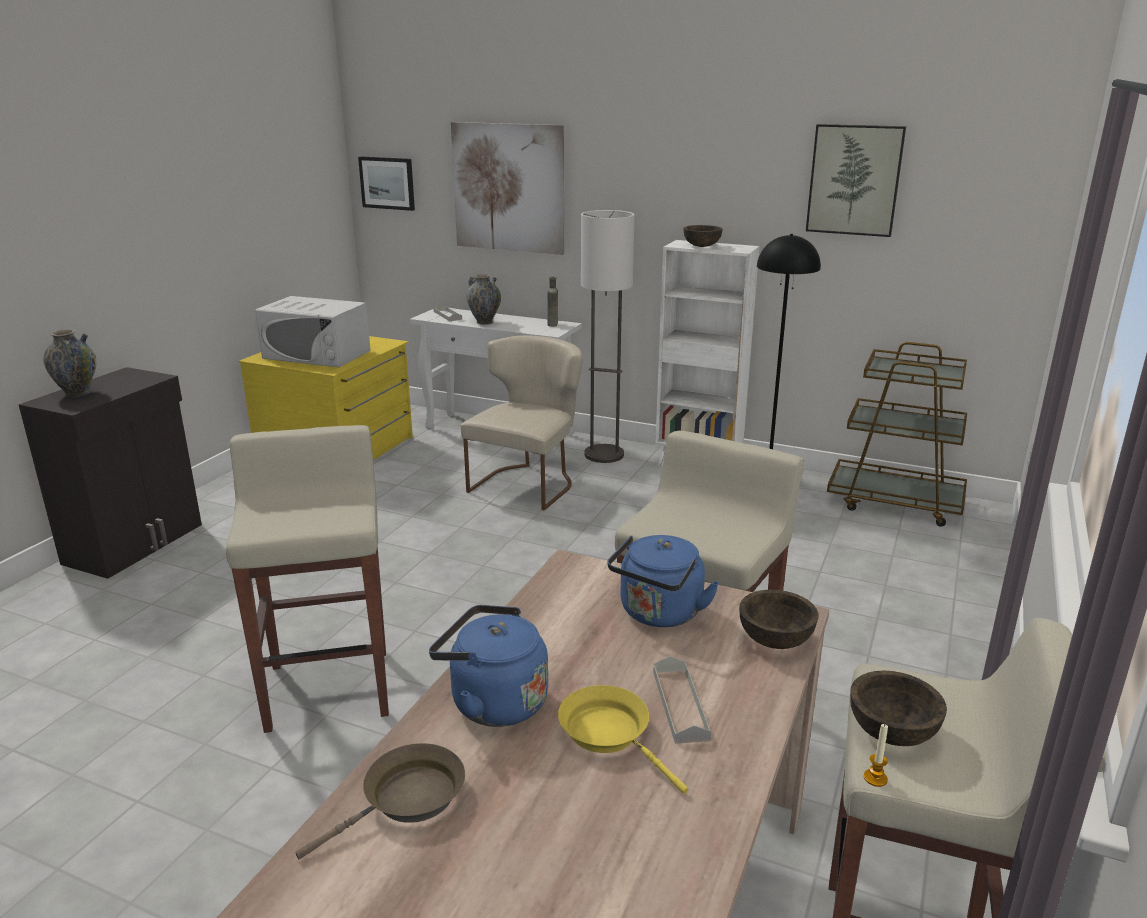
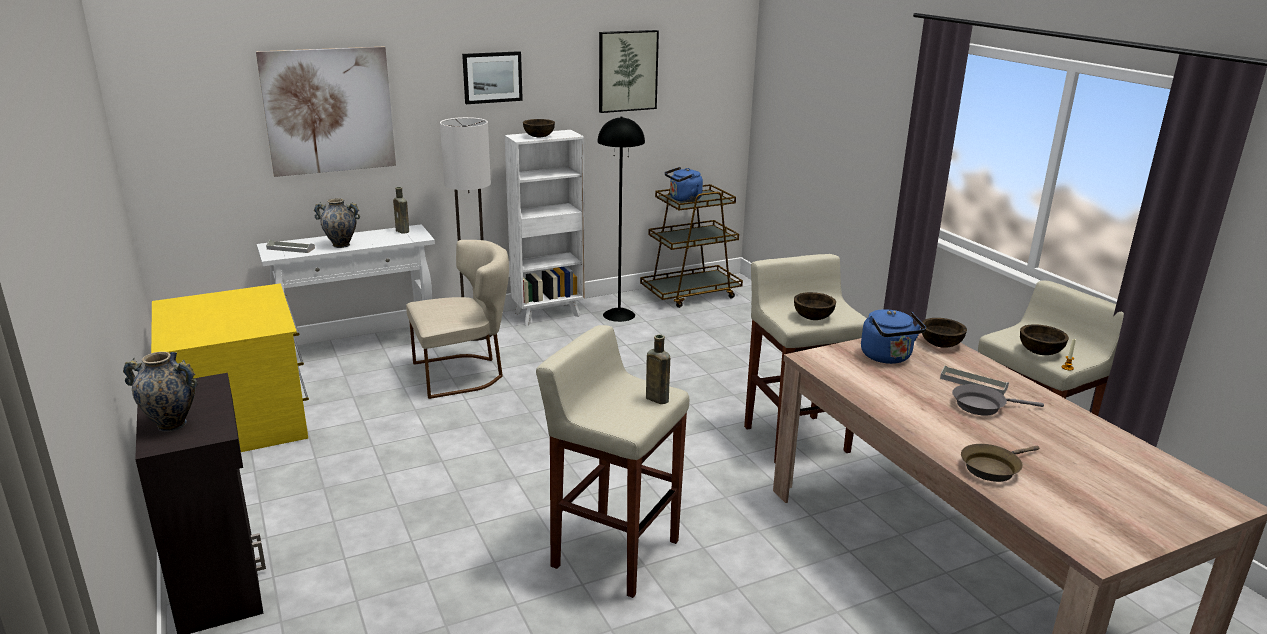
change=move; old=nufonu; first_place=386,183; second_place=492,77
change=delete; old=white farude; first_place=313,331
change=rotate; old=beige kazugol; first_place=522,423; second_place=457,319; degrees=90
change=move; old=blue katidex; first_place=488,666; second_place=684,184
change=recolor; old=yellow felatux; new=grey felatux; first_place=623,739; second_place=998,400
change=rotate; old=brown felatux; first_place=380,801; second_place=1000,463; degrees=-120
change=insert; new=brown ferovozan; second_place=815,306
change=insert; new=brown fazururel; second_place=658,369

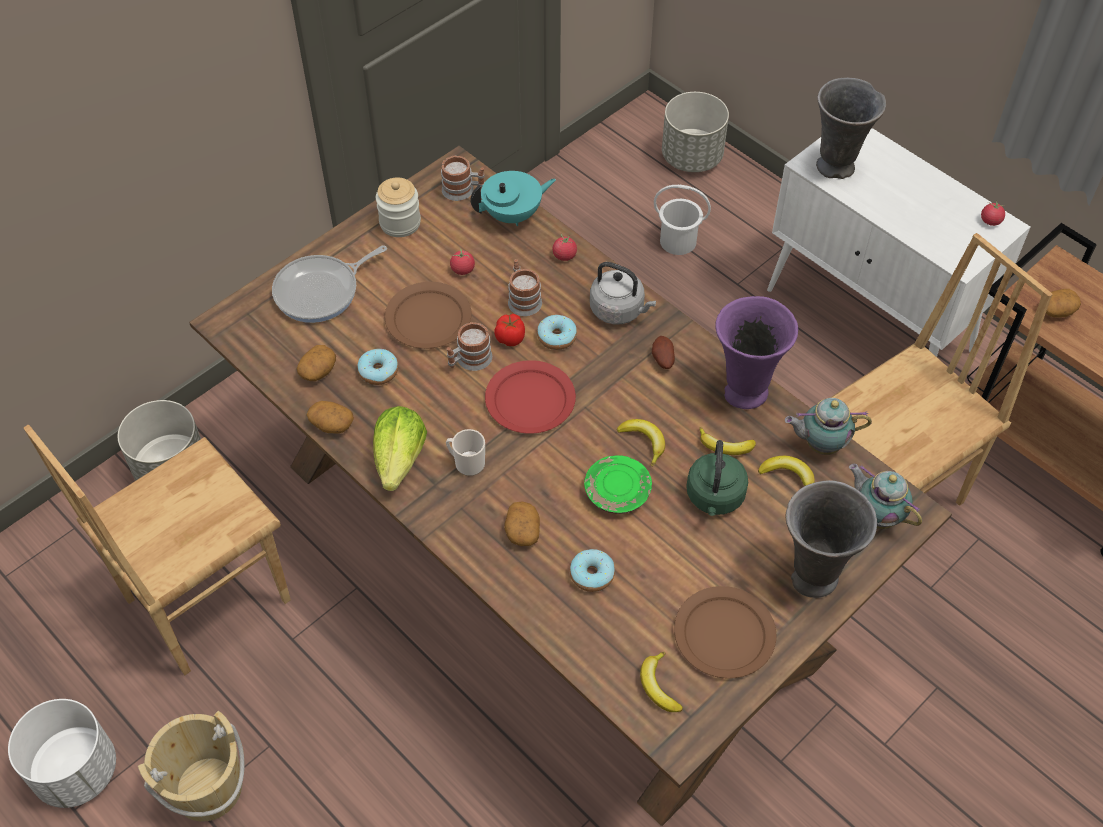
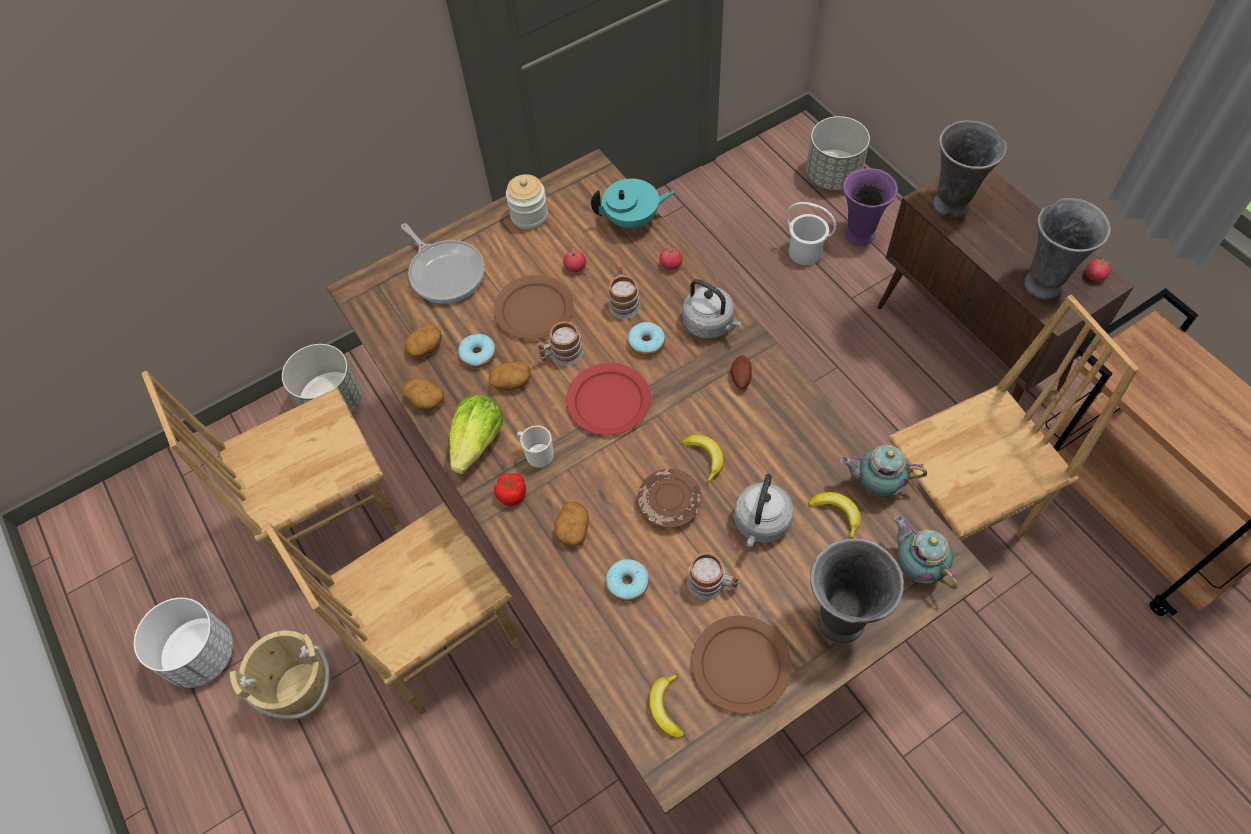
change=recolor; old=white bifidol; new=brown bifidol; first_place=898,242; second_place=1005,286
change=move; old=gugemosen; first_place=463,178; second_place=713,576
change=rotate; old=felatux; first_place=329,284; second_place=443,263; degrees=-105
change=move; old=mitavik; first_place=1063,303; second_place=510,375
change=move; old=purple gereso; first_place=756,352; second_place=870,207
change=move; old=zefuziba; first_place=509,330; second_place=510,489
change=delete; old=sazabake; first_place=727,441
change=recolor; old=green katidex; new=grey katidex; first_place=717,478; second_place=764,510
change=recolor; old=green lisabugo; new=brown lisabugo; first_place=618,484; second_place=670,498
change=insert; new=grey gereso; second_place=1067,249
change=insert; new=brown kazugol; second_place=391,609

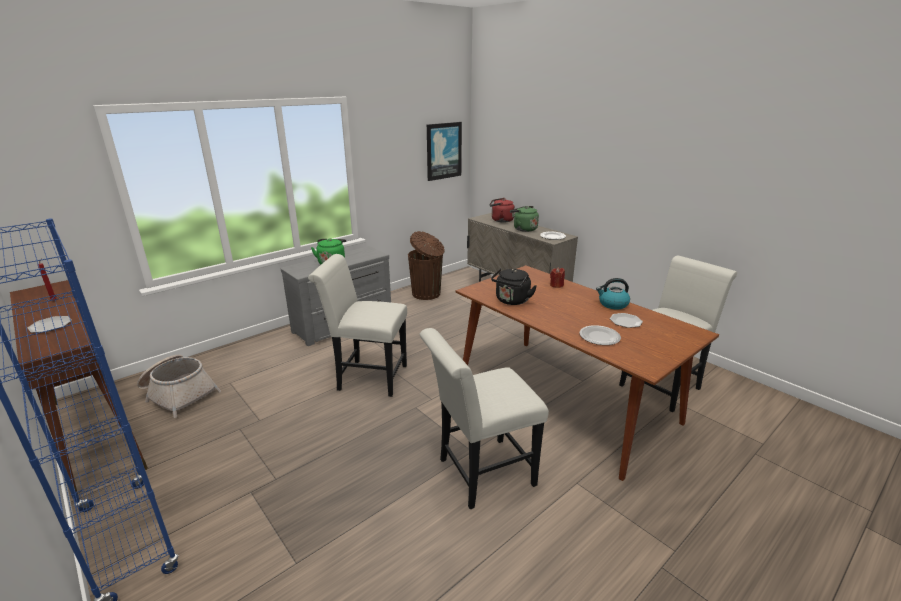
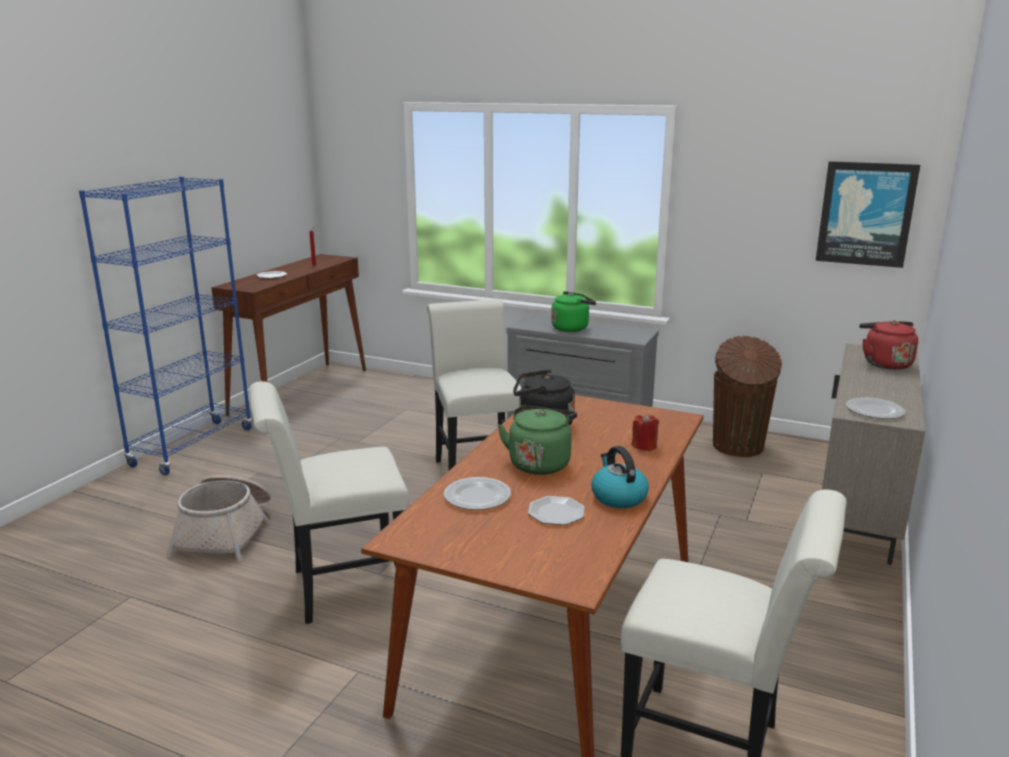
change=move; old=green katidex; first_place=524,219; second_place=537,440
change=rotate; old=white kazugol; first_place=484,418; second_place=329,502; degrees=-60
change=move; old=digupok; first_place=179,386; second_place=219,518

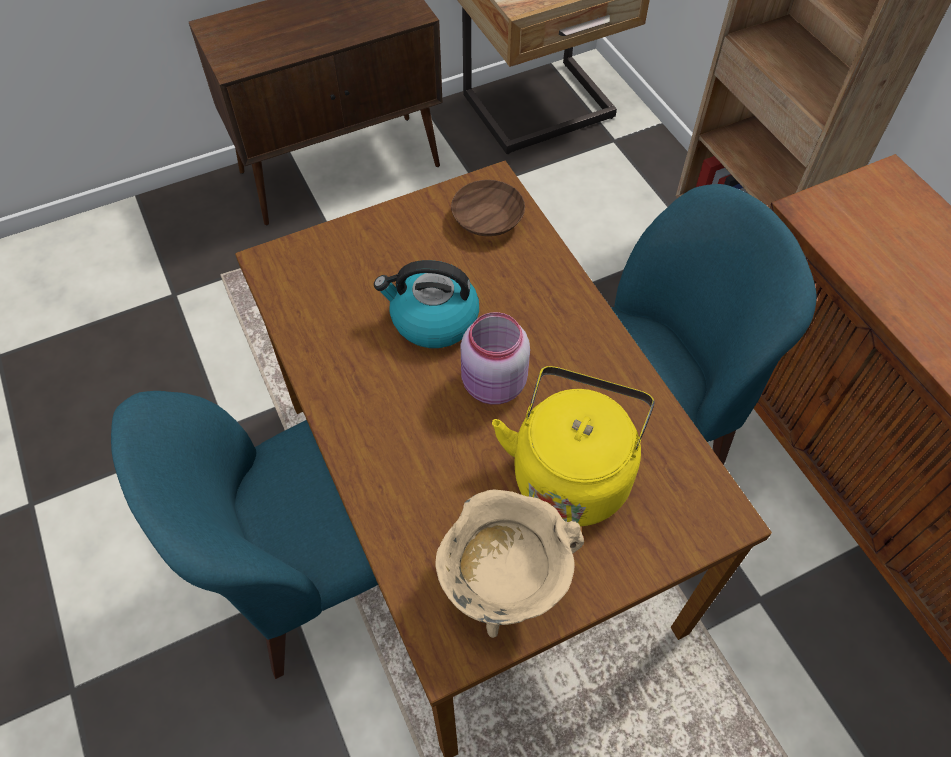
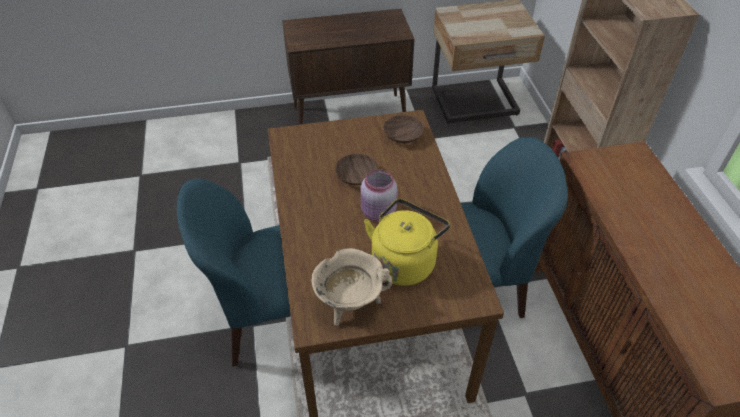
change=replace; old=katidex; new=brown ferovozan; first_place=426,304; second_place=356,169

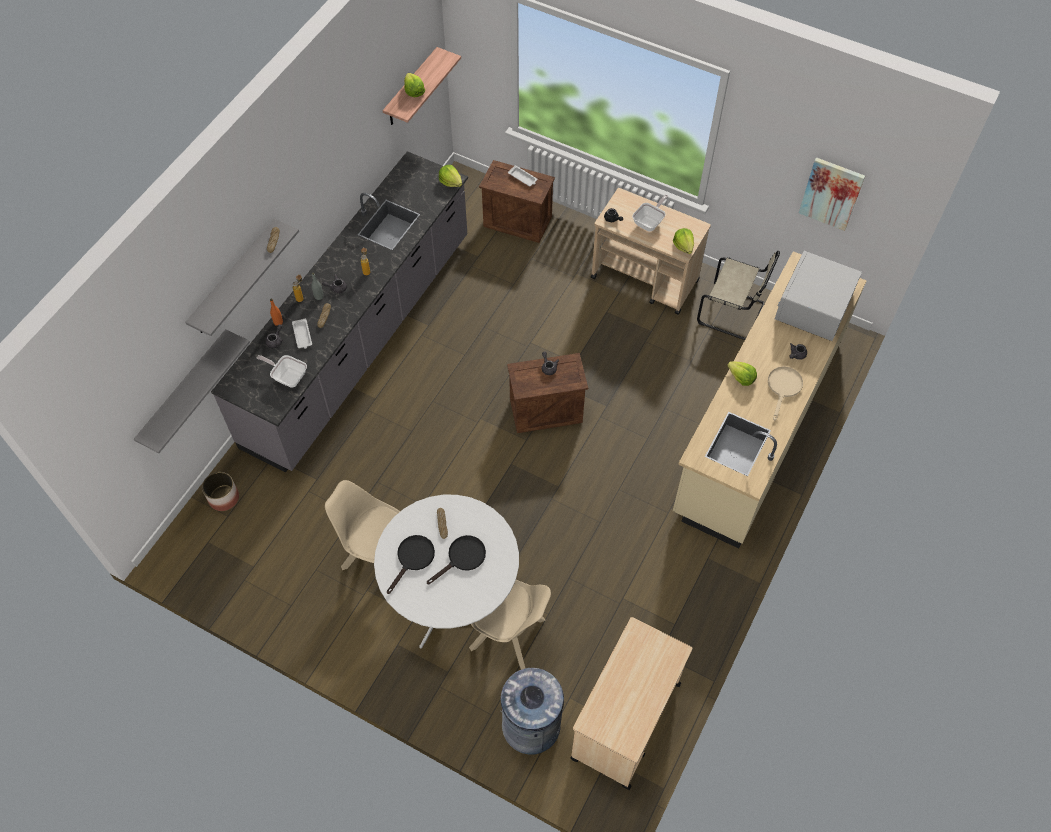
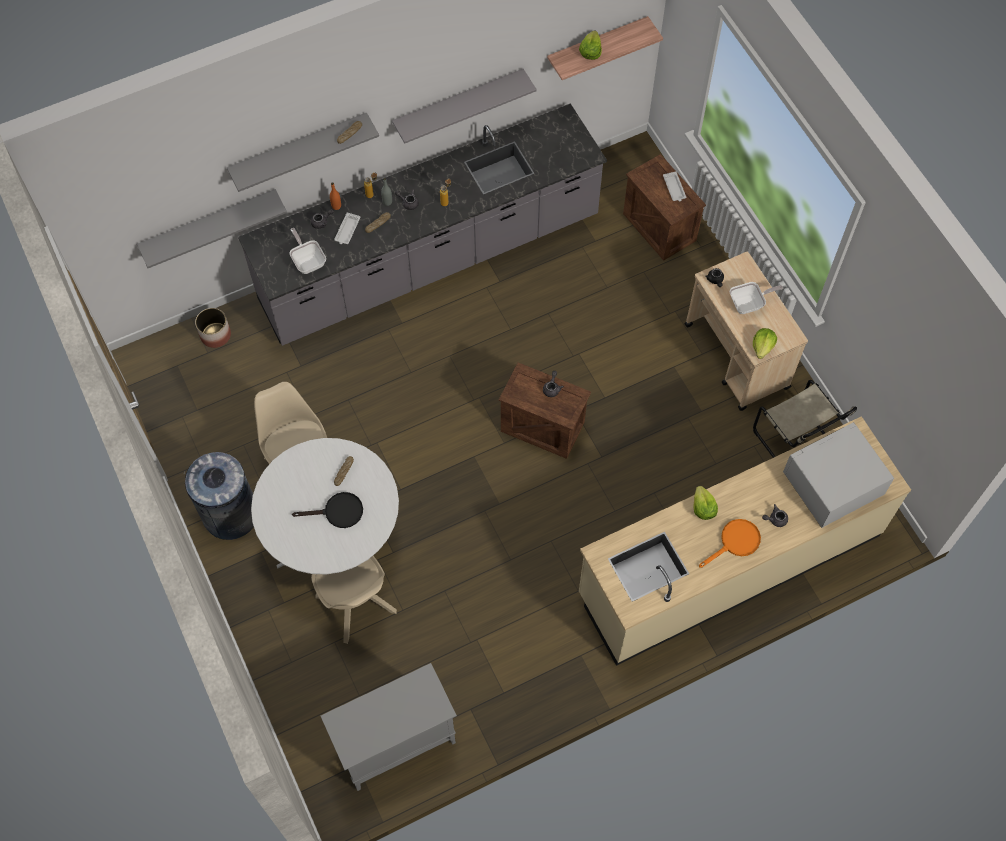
change=delete; old=nufonu; first_place=832,194
change=delete; old=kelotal; first_place=450,176
change=recolor; old=beige felatux; new=orange felatux; first_place=785,393; second_place=730,543
change=delete; old=black felatux; first_place=411,564
change=replace; old=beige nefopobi; new=grey bifidol; first_place=631,703; second_place=389,727
change=move; old=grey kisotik; first_place=532,711; second_place=219,496
change=insert; new=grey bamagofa; second_place=464,106

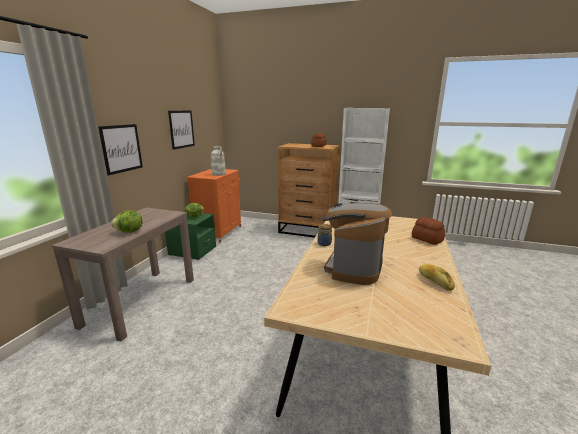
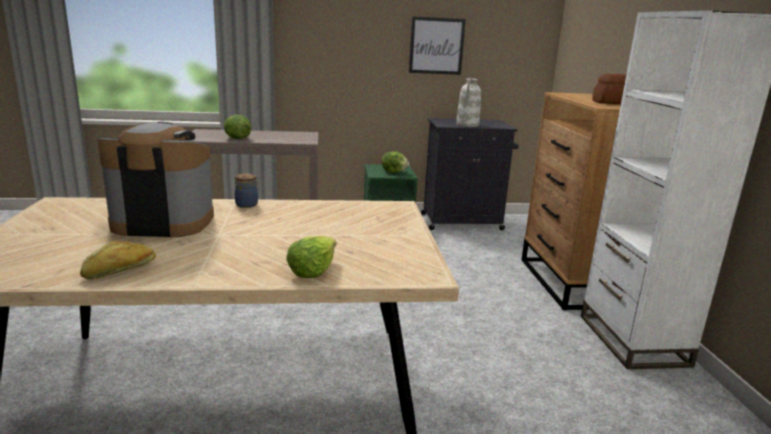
change=delete; old=nufonu; first_place=120,150
change=recolor; old=orange bifidol; new=black bifidol; first_place=213,206; second_place=470,174
change=replace; old=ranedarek; new=kelotal; first_place=428,231; second_place=311,257

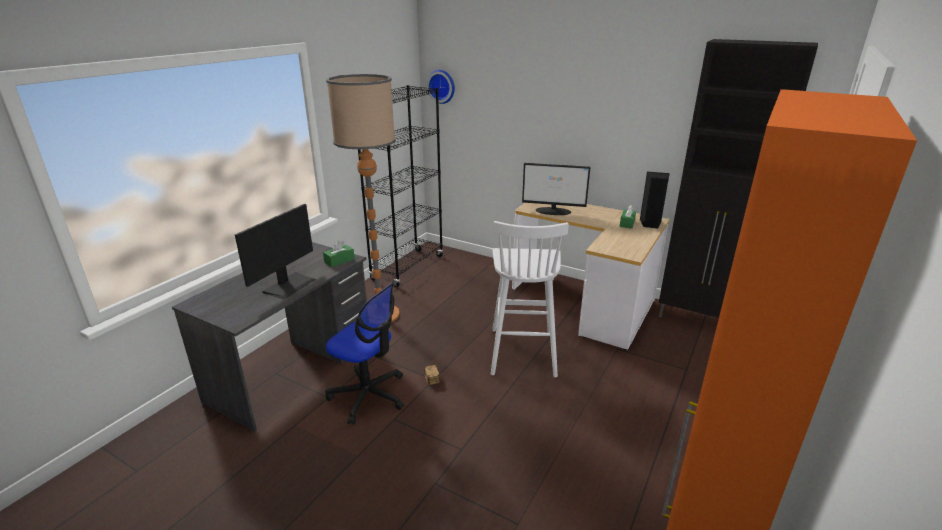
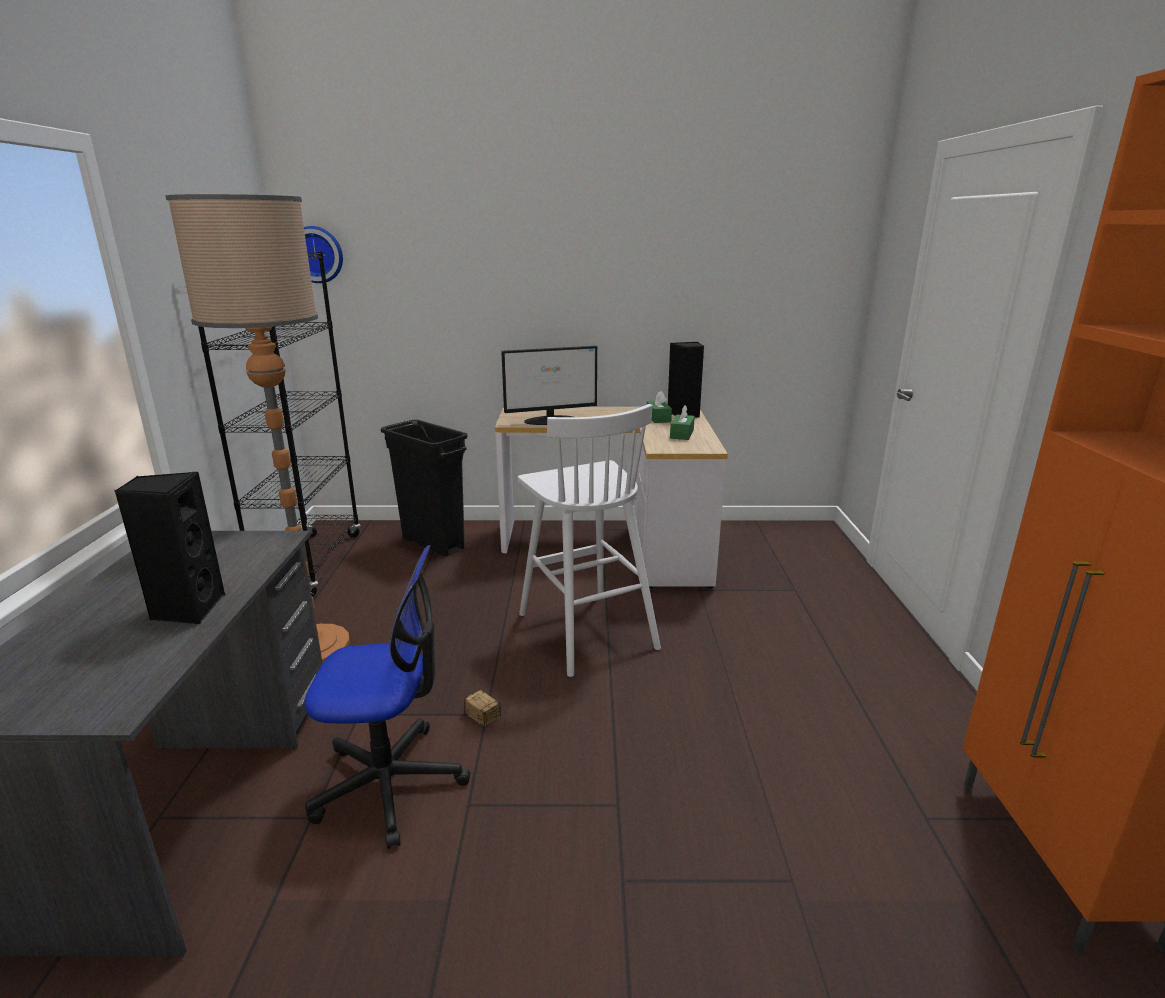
change=delete; old=black bifidol; first_place=738,178
change=replace; old=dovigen; new=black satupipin; first_place=275,252; second_place=170,548
change=move; old=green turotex; first_place=339,253; second_place=682,422
change=insert; new=black kisotik; second_place=424,488

